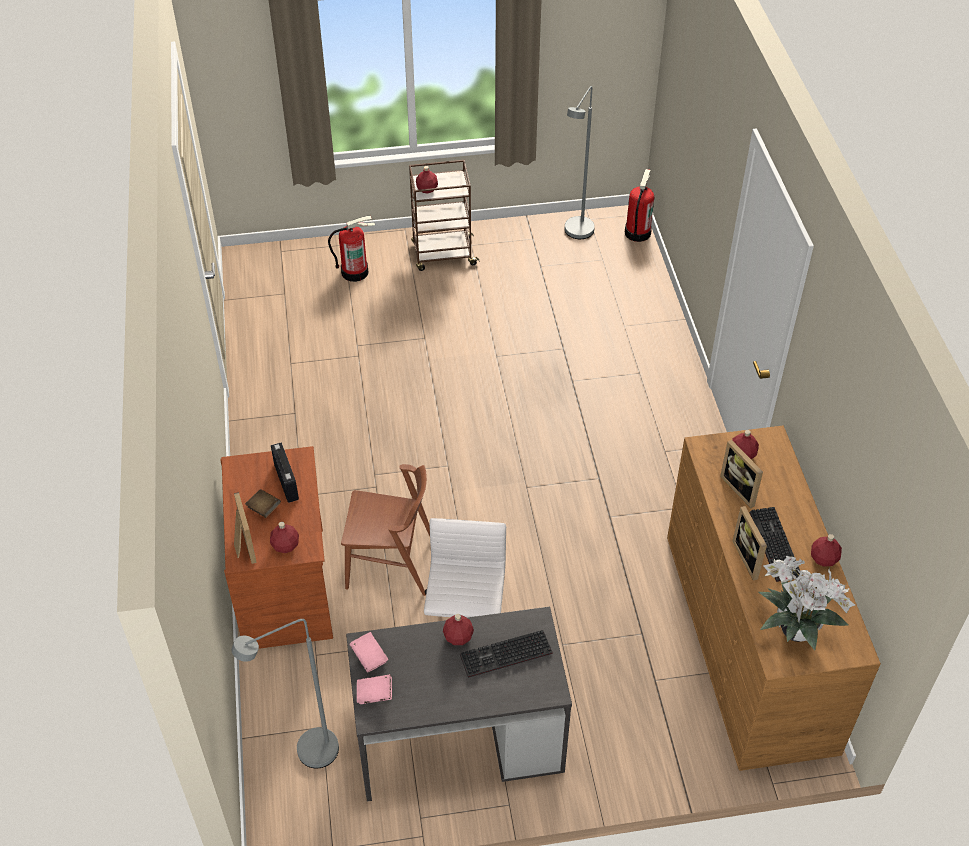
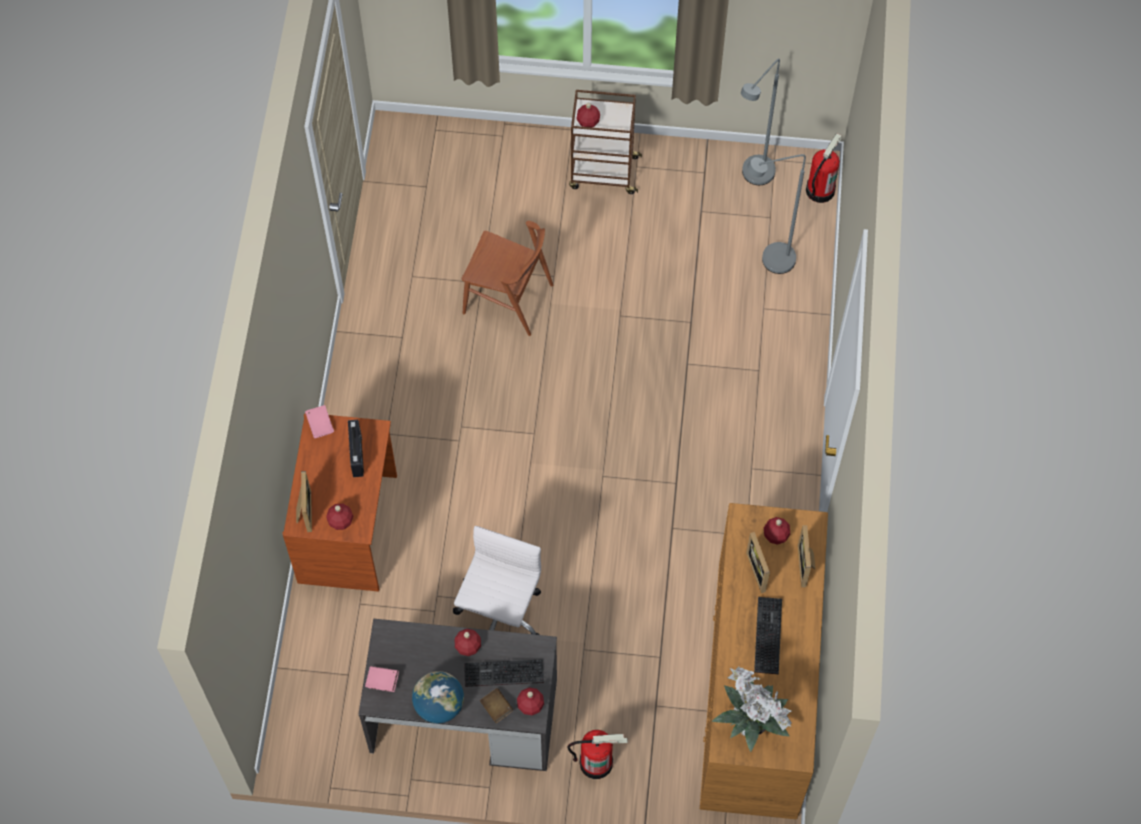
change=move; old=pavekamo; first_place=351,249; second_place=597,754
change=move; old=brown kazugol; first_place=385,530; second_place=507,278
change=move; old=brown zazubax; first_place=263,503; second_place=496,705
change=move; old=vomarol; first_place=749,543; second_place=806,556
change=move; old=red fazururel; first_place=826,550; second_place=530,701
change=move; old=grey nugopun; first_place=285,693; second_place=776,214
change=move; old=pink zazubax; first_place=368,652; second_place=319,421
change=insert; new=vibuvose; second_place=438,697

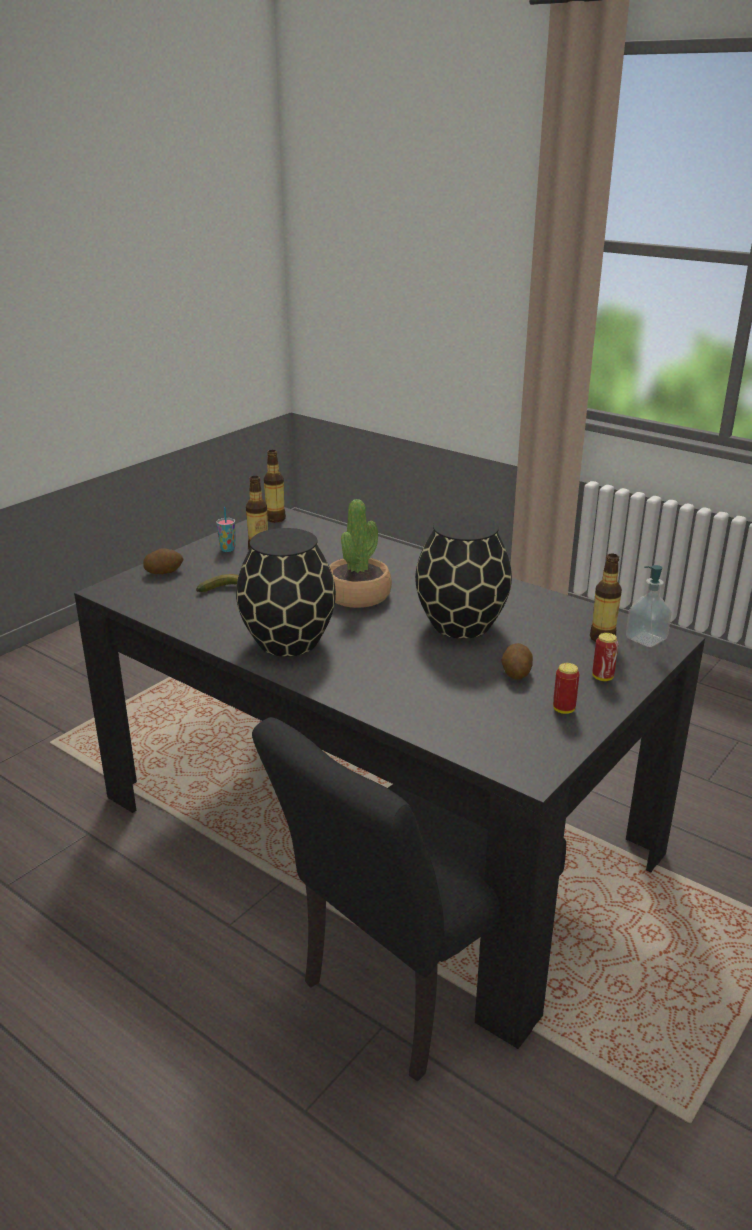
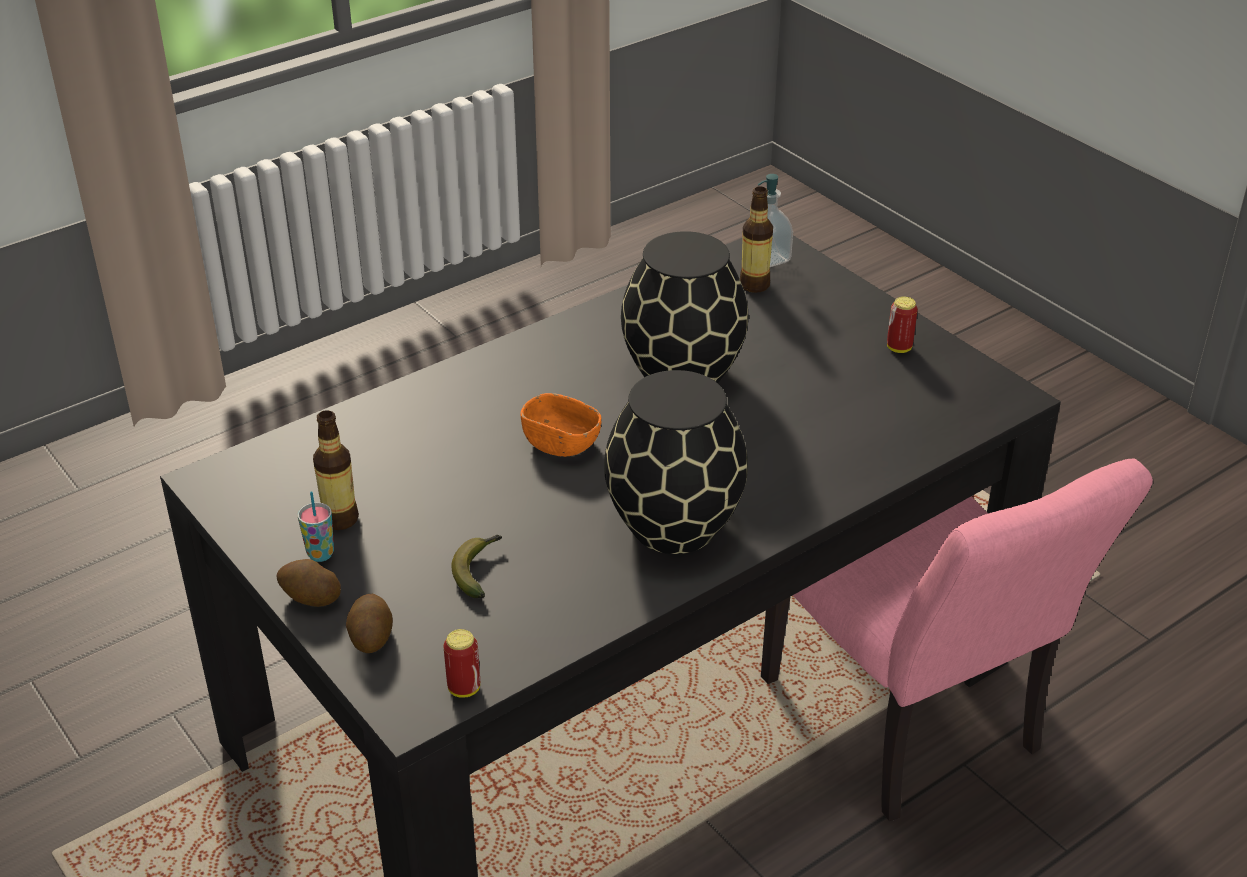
change=delete; old=fazururel; first_place=275,486
change=replace; old=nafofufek; new=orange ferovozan; first_place=360,553; second_place=561,425
change=move; old=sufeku; first_place=605,657; second_place=461,663
change=move; old=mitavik; first_place=517,661; second_place=308,583
change=recolor; old=black kazugol; new=pink kazugol; first_place=409,899; second_place=957,639

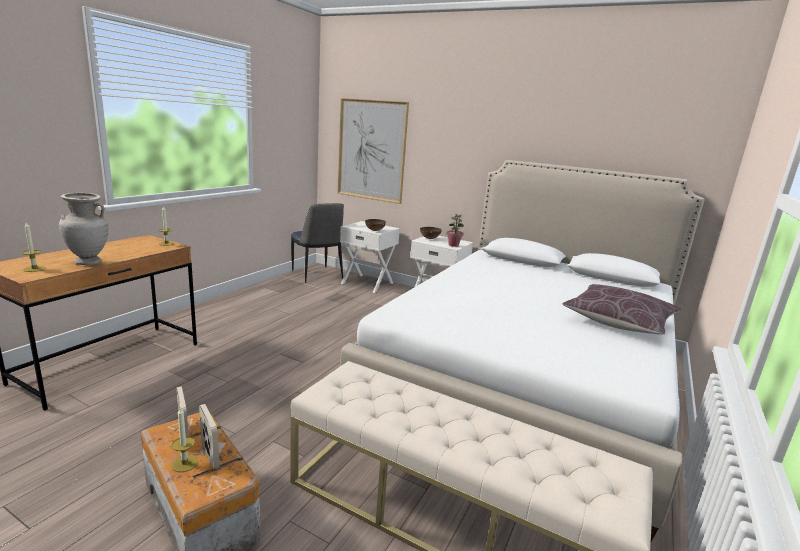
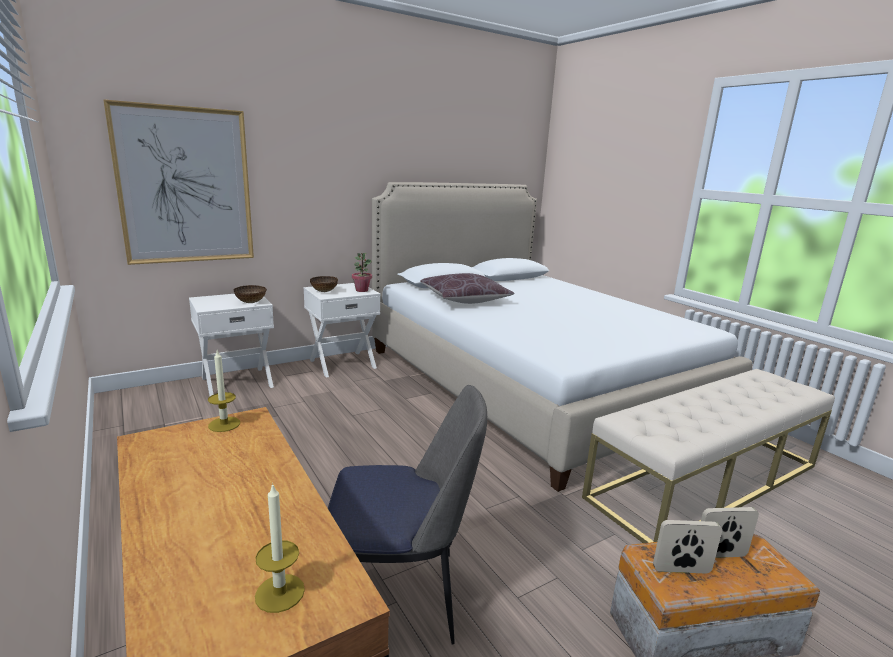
change=delete; old=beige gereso; first_place=84,229
change=move; old=kazugol; first_place=317,243; second_place=407,515
change=move; old=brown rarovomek; first_place=621,309; second_place=467,288
change=delete; old=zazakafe; first_place=184,440

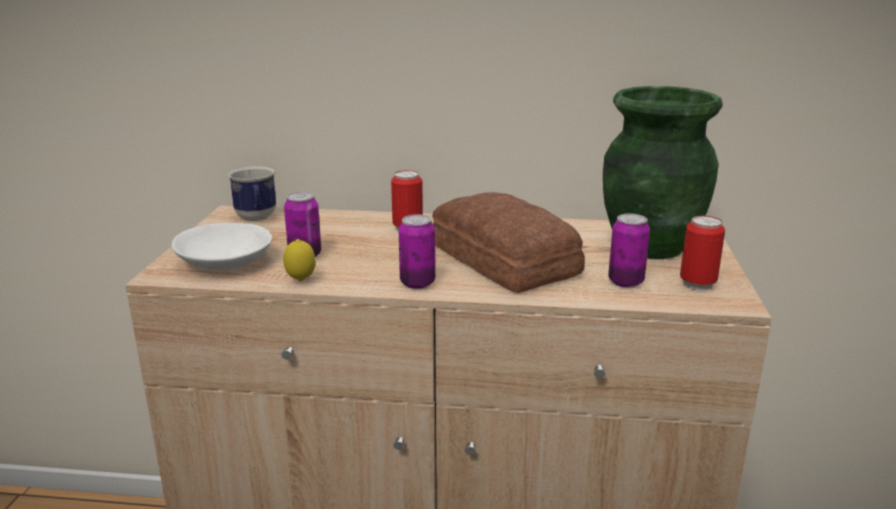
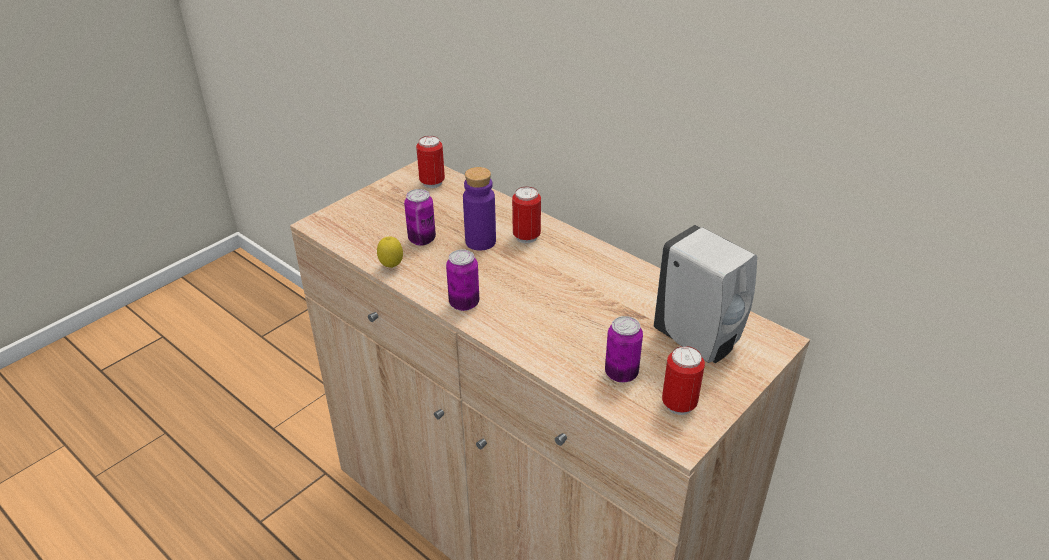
change=replace; old=green gereso; new=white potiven; first_place=663,172; second_place=705,294
change=replace; old=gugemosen; new=sufeku; first_place=252,193; second_place=430,162
change=delete; old=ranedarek; first_place=508,242
change=delete; old=white ferovozan; first_place=222,246
change=insert; new=purple fazururel; second_place=479,209

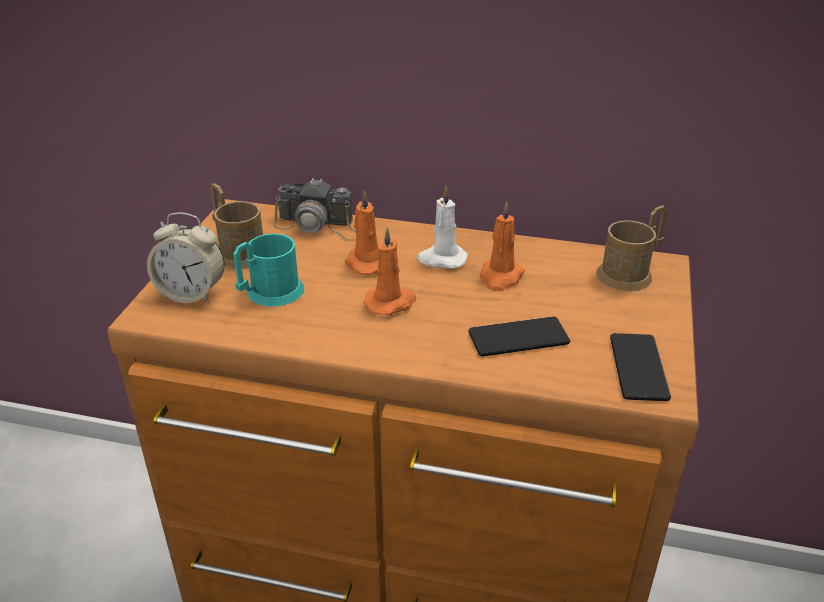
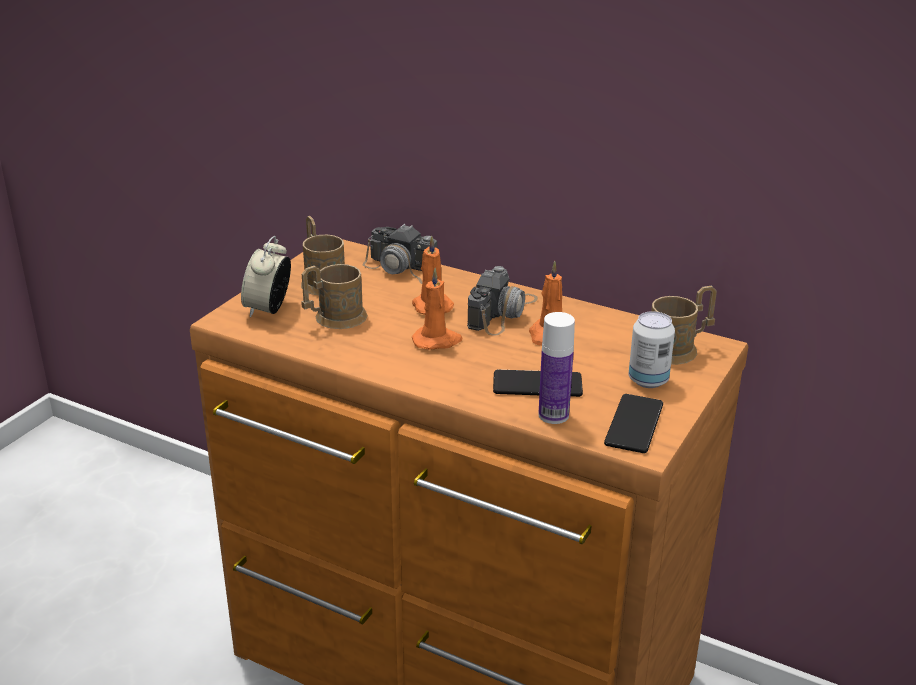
change=replace; old=white zazakafe; new=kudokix; first_place=442,227; second_place=502,301
change=rotate; old=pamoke; first_place=185,258; second_place=266,277; degrees=75
change=recolor; old=turquoise gugemosen; new=brown gugemosen; first_place=268,270; second_place=334,296
change=insert; new=sufeku; second_place=652,349
change=insert; new=fazururel; second_place=556,368

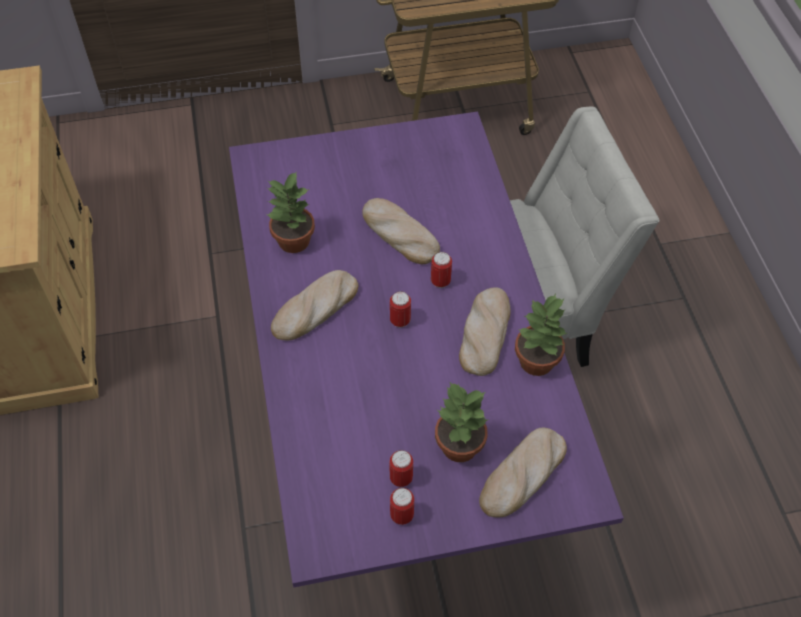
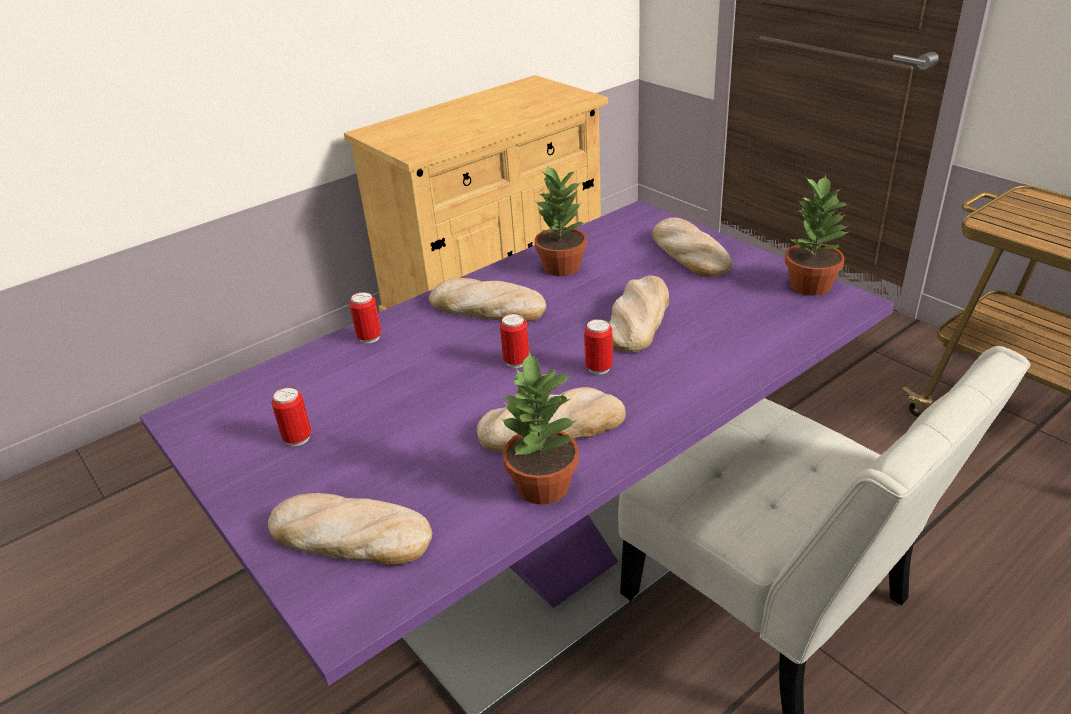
change=move; old=nafofufek; first_place=462,422; second_place=817,235
change=move; old=sufeku; first_place=402,506; second_place=365,318
change=insert; new=ranedarek; second_place=692,247

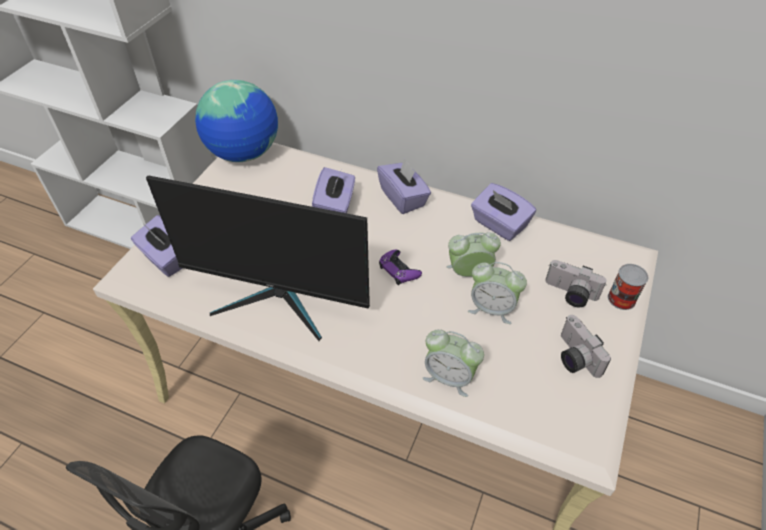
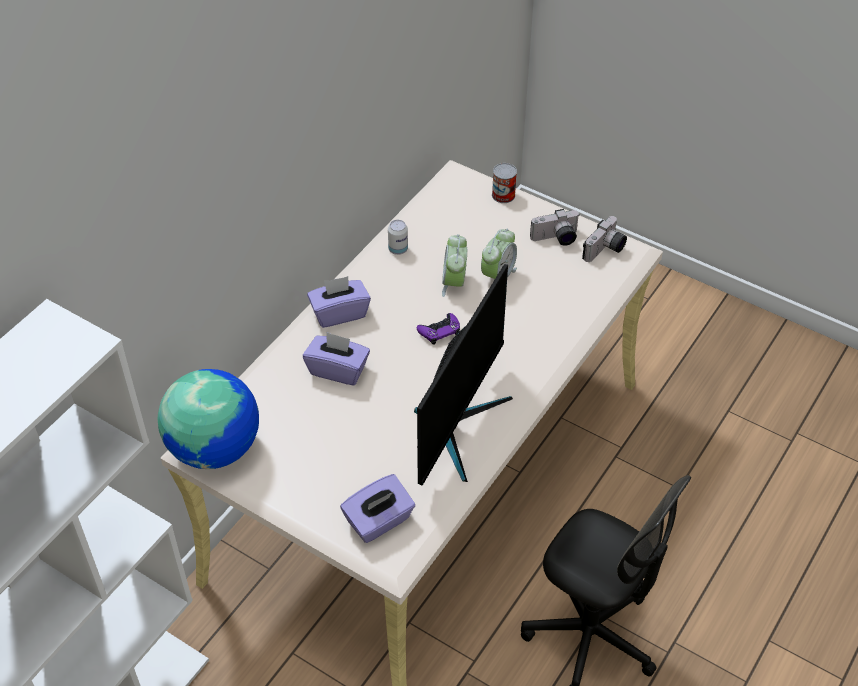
change=replace; old=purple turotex; new=sufeku; first_place=503,212; second_place=398,237
change=move; old=kudokix; first_place=576,283; second_place=604,239
change=delete; old=pamoke; first_place=453,363

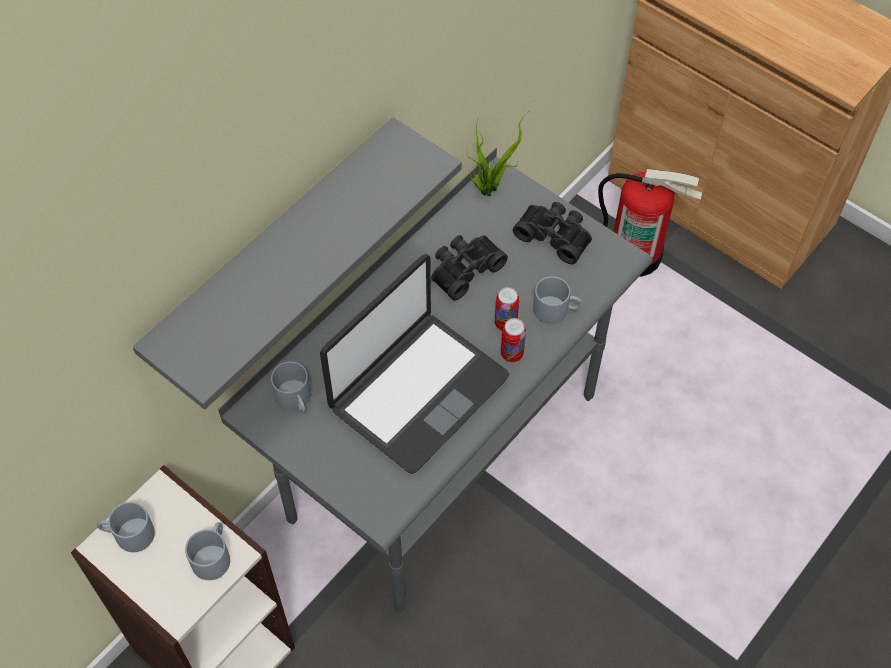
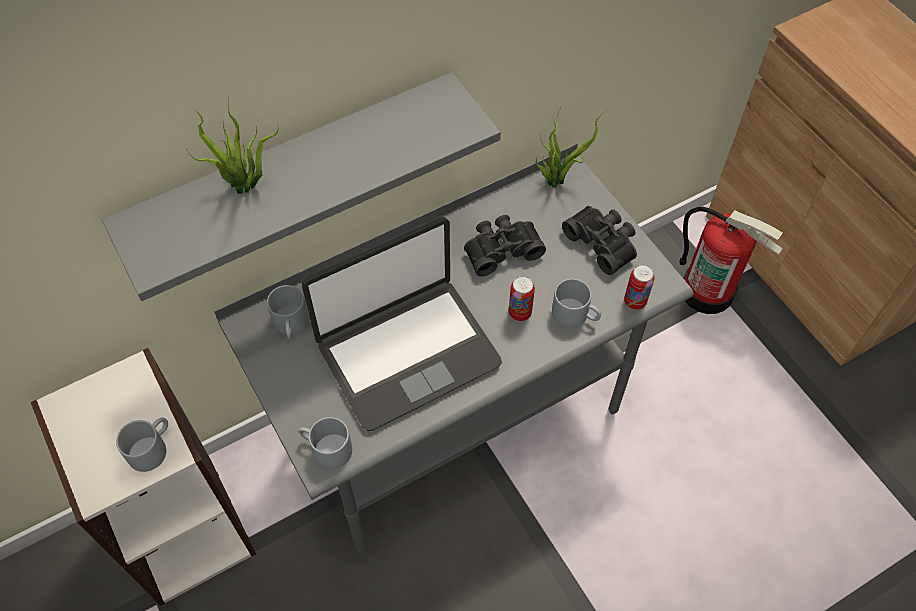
change=move; old=sufeku; first_place=513,340; second_place=639,287
change=move; old=grey gugemosen; first_place=126,527; second_place=325,443
change=insert; new=nafofufek; second_place=232,145

